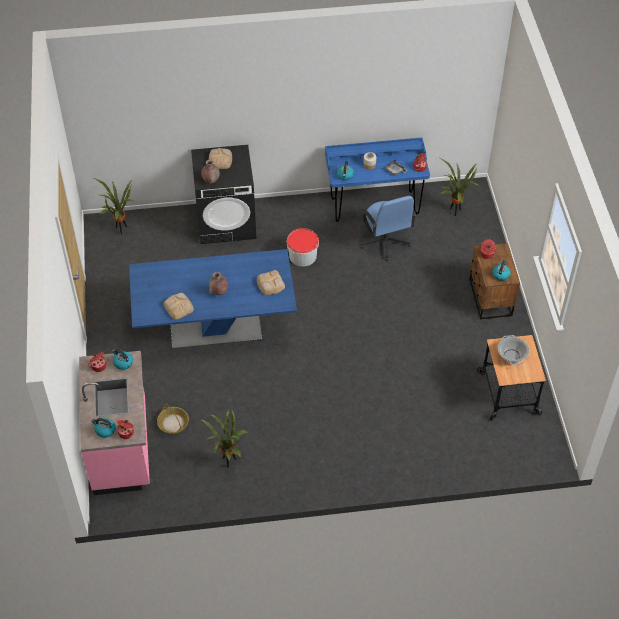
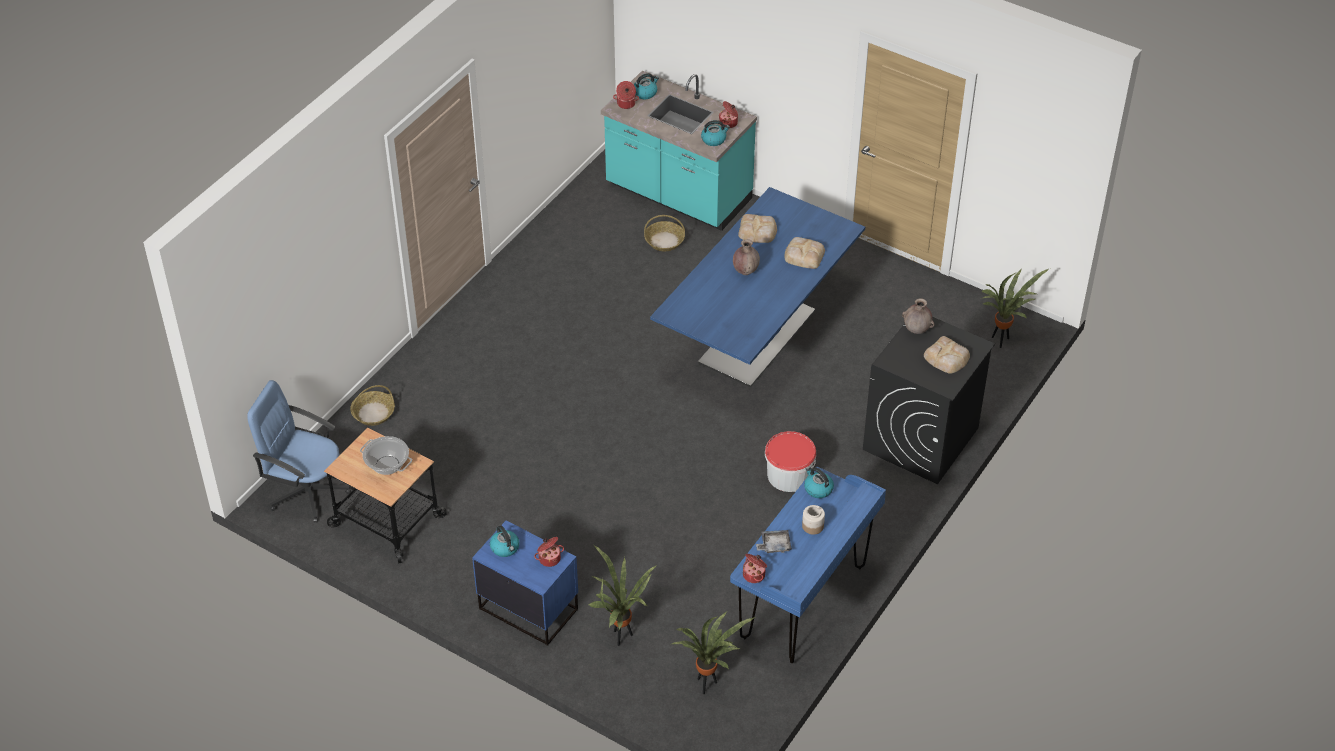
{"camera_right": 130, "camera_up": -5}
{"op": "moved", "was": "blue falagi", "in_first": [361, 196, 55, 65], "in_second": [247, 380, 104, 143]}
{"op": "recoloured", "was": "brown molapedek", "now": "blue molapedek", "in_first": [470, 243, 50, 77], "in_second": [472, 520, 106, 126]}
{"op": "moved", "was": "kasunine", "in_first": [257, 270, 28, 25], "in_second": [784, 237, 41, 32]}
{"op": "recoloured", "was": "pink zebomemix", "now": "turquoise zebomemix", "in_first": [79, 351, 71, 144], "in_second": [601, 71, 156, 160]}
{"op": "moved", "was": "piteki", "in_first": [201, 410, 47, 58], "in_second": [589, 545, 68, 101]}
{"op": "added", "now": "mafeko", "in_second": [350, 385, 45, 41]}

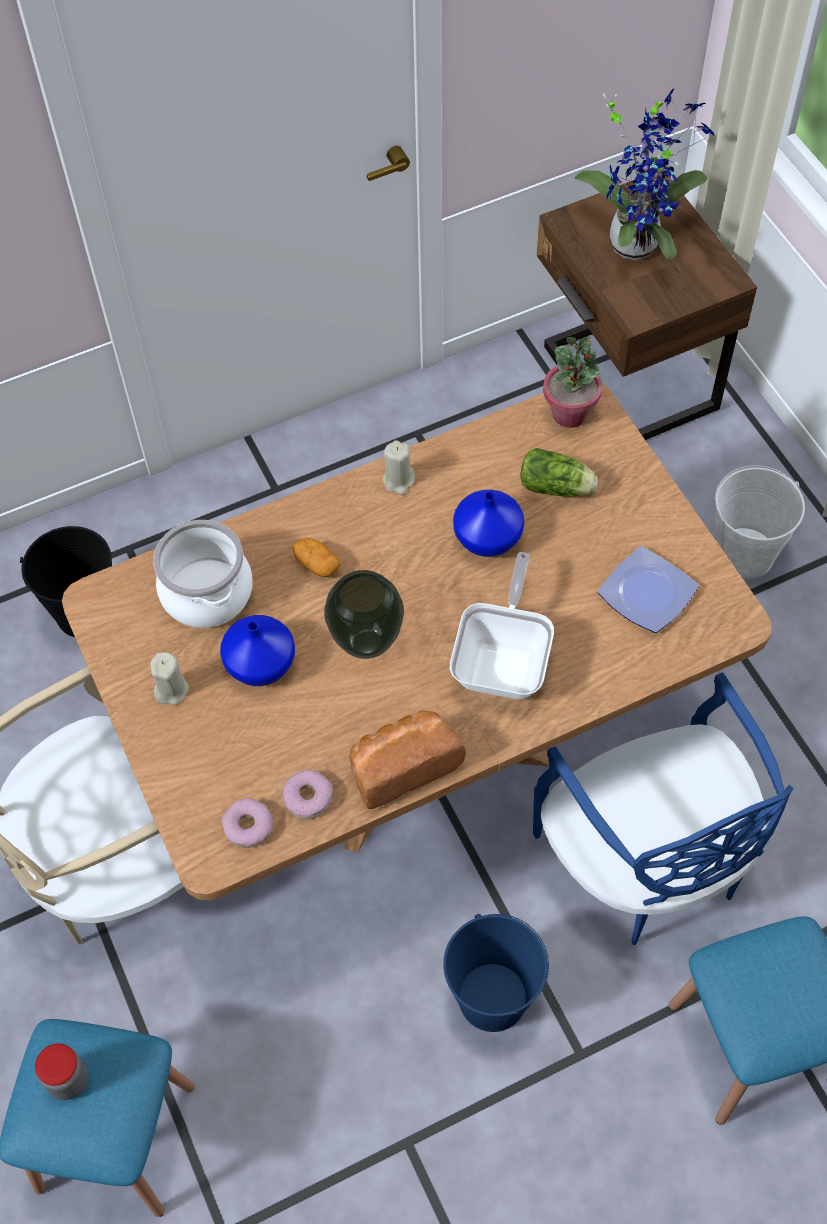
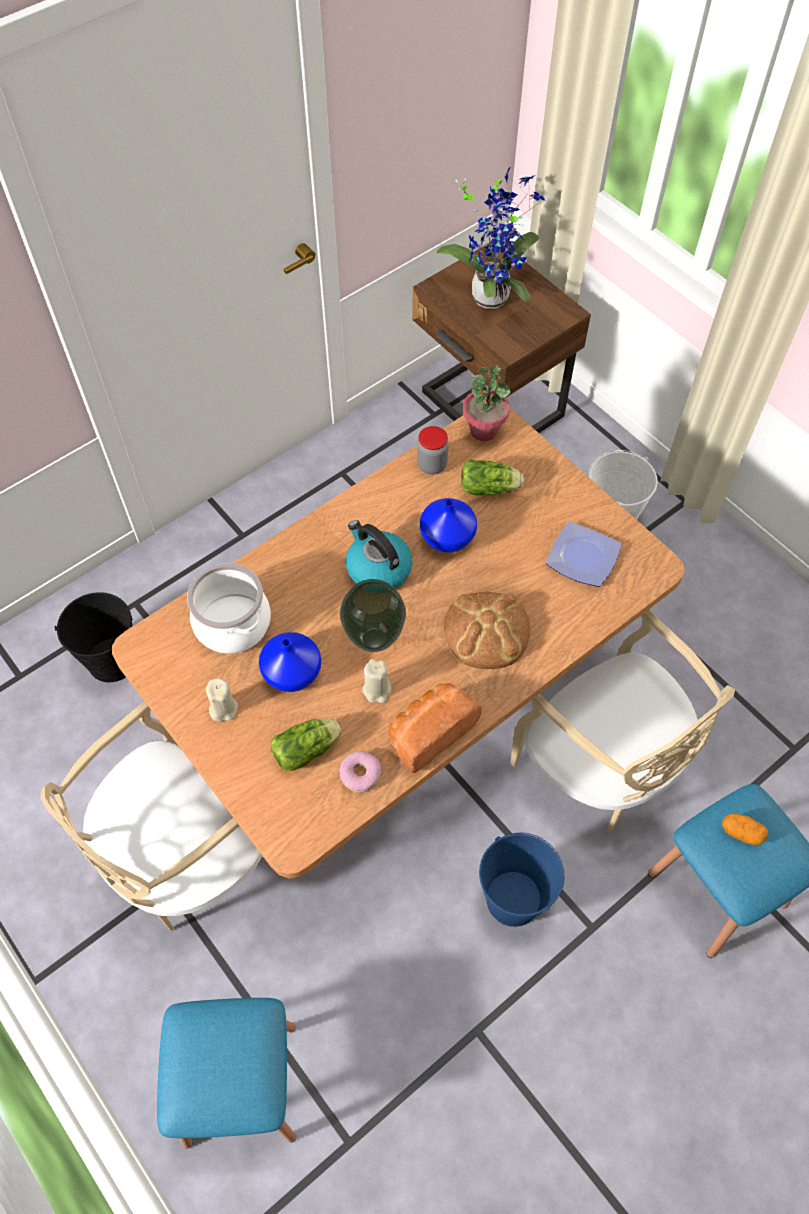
{"camera_right": -15, "camera_up": 0}
{"op": "moved", "was": "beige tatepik", "in_first": [382, 440, 33, 55], "in_second": [362, 659, 29, 44]}
{"op": "moved", "was": "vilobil", "in_first": [293, 538, 48, 39], "in_second": [722, 814, 46, 31]}
{"op": "replaced", "was": "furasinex", "now": "kasunine", "in_first": [450, 552, 104, 147], "in_second": [444, 592, 87, 77]}
{"op": "recoloured", "was": "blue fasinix", "now": "beige fasinix", "in_first": [533, 673, 261, 272], "in_second": [510, 610, 225, 223]}
{"op": "removed", "was": "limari", "in_first": [222, 798, 51, 50]}
{"op": "moved", "was": "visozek", "in_first": [35, 1043, 54, 57], "in_second": [417, 426, 32, 48]}
{"op": "added", "now": "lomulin", "in_second": [346, 520, 66, 68]}
{"op": "added", "now": "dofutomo", "in_second": [271, 718, 70, 53]}

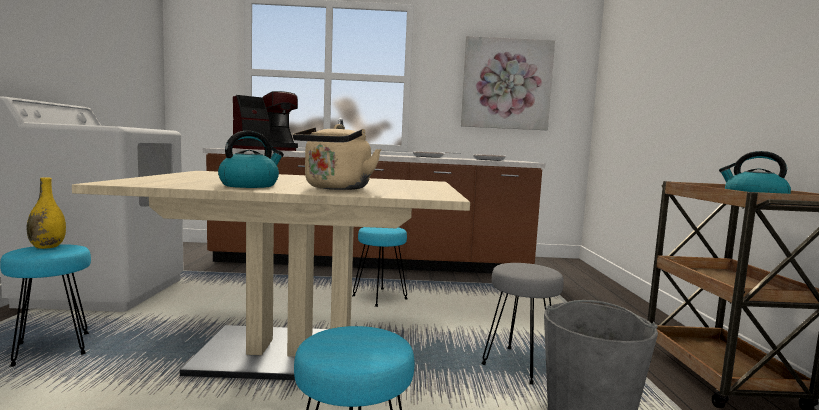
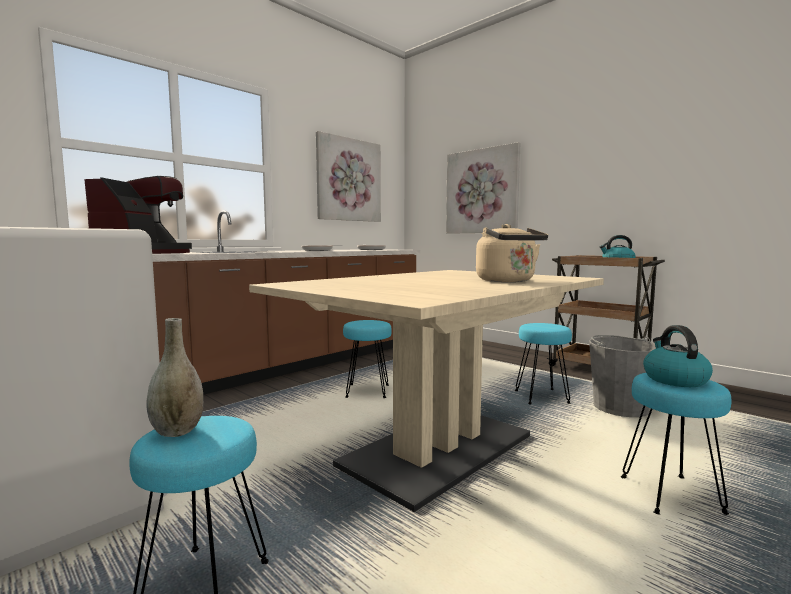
{"camera_right": -45, "camera_up": 0}
{"op": "moved", "was": "lomulin", "in_first": [218, 131, 66, 57], "in_second": [643, 325, 70, 62]}
{"op": "recoloured", "was": "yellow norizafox", "now": "grey norizafox", "in_first": [26, 177, 40, 72], "in_second": [146, 318, 57, 119]}
{"op": "recoloured", "was": "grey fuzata", "now": "turquoise fuzata", "in_first": [481, 263, 83, 122], "in_second": [515, 323, 57, 82]}
{"op": "added", "now": "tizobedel", "in_second": [446, 142, 74, 92]}

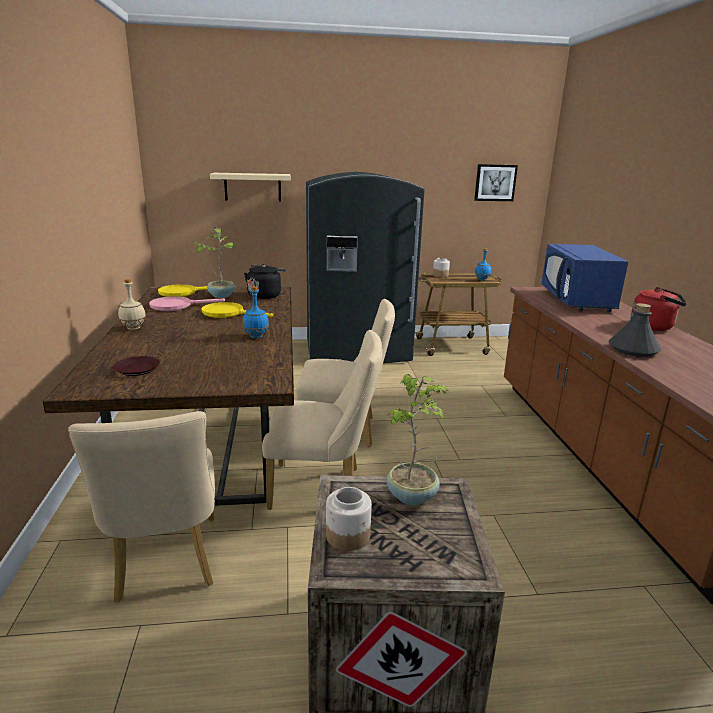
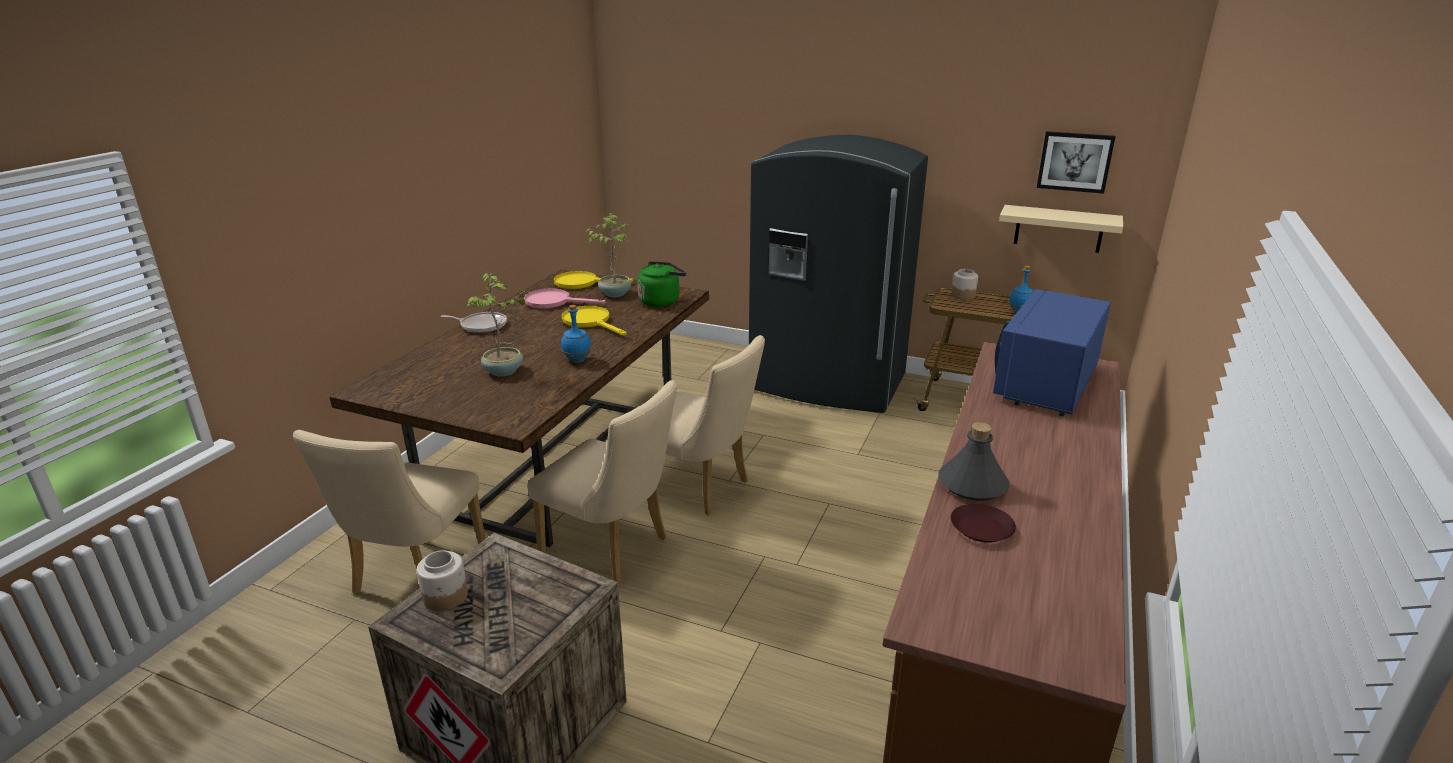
{"camera_right": 30, "camera_up": 5}
{"op": "moved", "was": "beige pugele", "in_first": [210, 173, 81, 28], "in_second": [999, 205, 124, 48]}
{"op": "recoloured", "was": "black lomulin", "now": "green lomulin", "in_first": [244, 264, 43, 35], "in_second": [638, 261, 49, 46]}
{"op": "replaced", "was": "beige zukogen", "now": "furasinex", "in_first": [118, 279, 28, 51], "in_second": [441, 312, 66, 21]}
{"op": "removed", "was": "red lomulin", "in_first": [630, 287, 57, 44]}
{"op": "moved", "was": "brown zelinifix", "in_first": [113, 356, 47, 20], "in_second": [950, 504, 66, 39]}
{"op": "moved", "was": "piteki", "in_first": [386, 374, 64, 131], "in_second": [467, 273, 63, 103]}

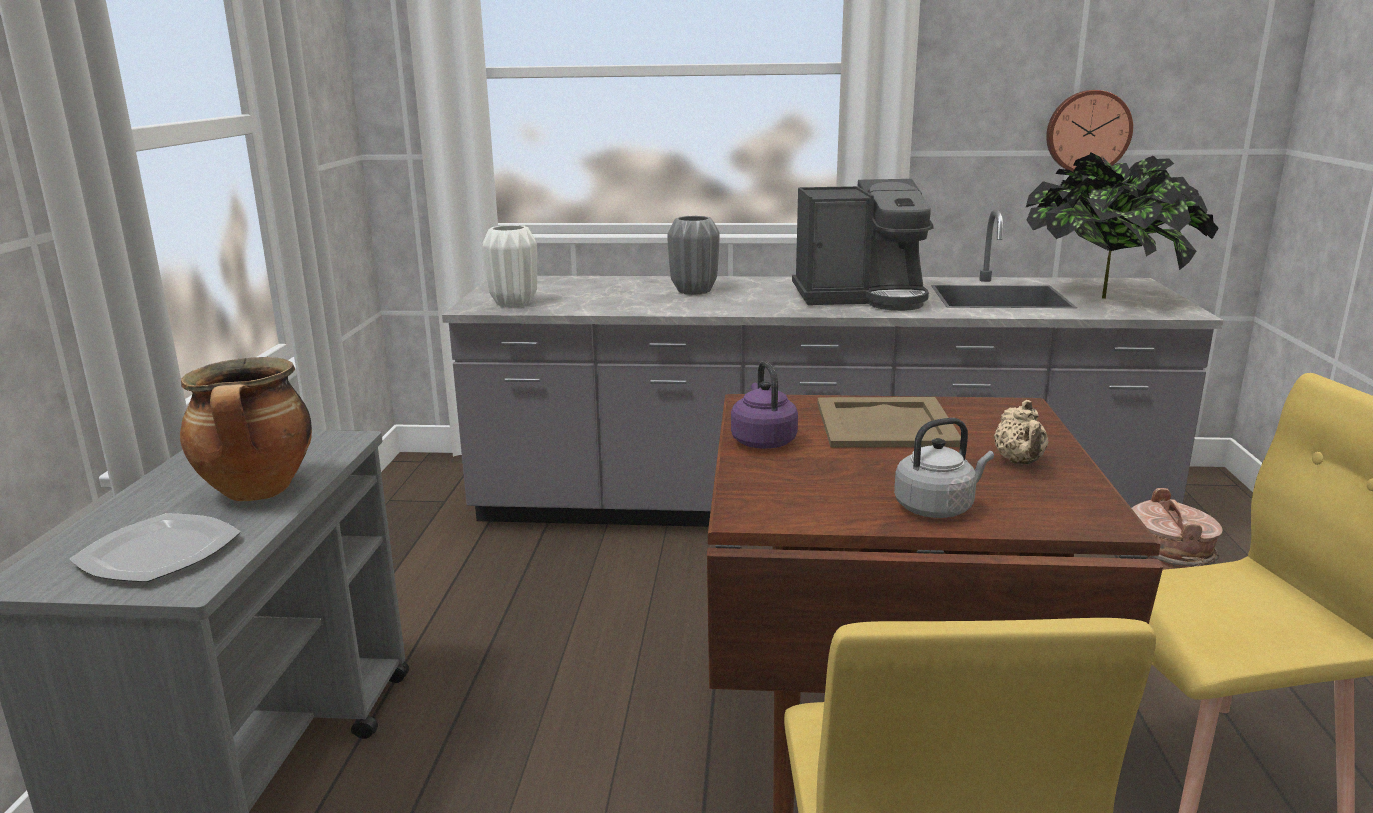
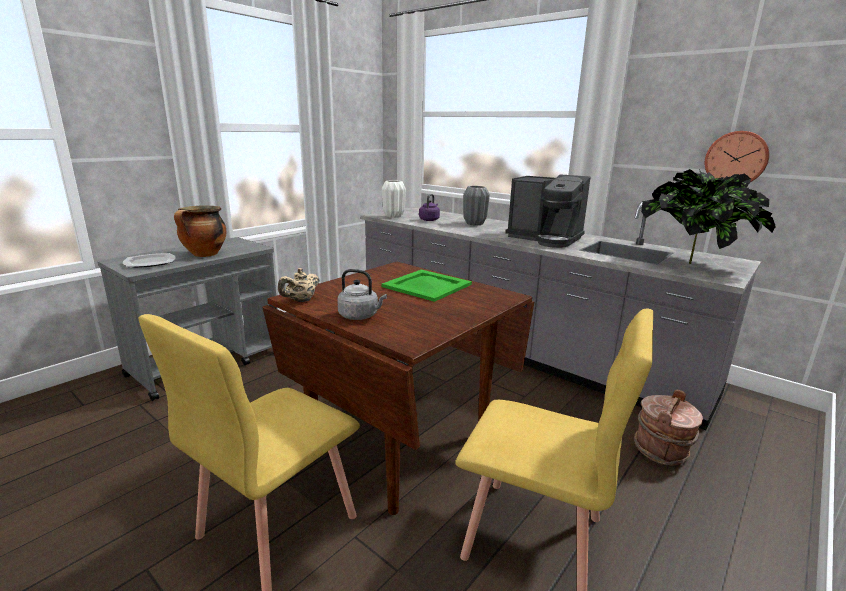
{"camera_right": 35, "camera_up": 0}
{"op": "moved", "was": "purple lomulin", "in_first": [731, 361, 67, 88], "in_second": [419, 194, 21, 27]}
{"op": "recoloured", "was": "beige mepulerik", "now": "green mepulerik", "in_first": [817, 397, 144, 50], "in_second": [382, 270, 90, 32]}
{"op": "moved", "was": "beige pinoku", "in_first": [994, 400, 54, 64], "in_second": [278, 268, 42, 34]}

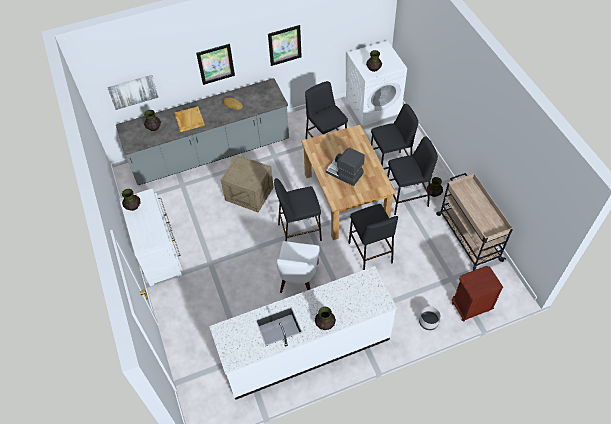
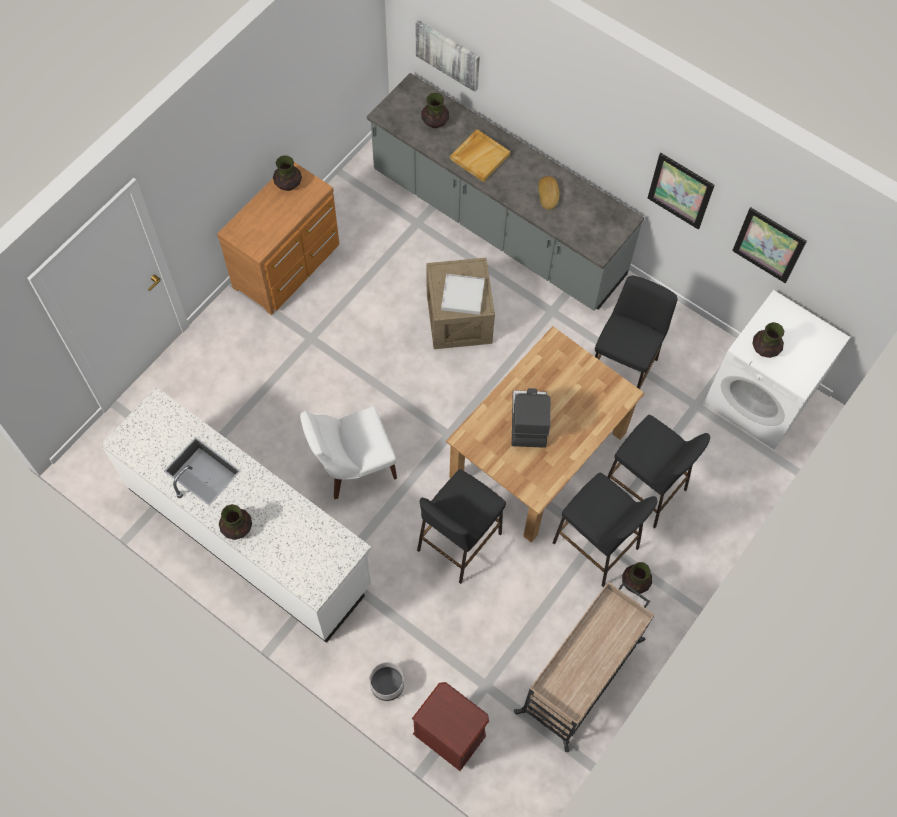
{"camera_right": 55, "camera_up": 10}
{"op": "moved", "was": "tizobedel", "in_first": [196, 44, 39, 41], "in_second": [732, 207, 75, 76]}
{"op": "removed", "was": "black fuzata", "in_first": [274, 178, 48, 63]}
{"op": "recoloured", "was": "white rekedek", "now": "brown rekedek", "in_first": [119, 188, 64, 98], "in_second": [217, 162, 122, 153]}
{"op": "added", "now": "white mepulerik", "in_second": [441, 274, 44, 41]}

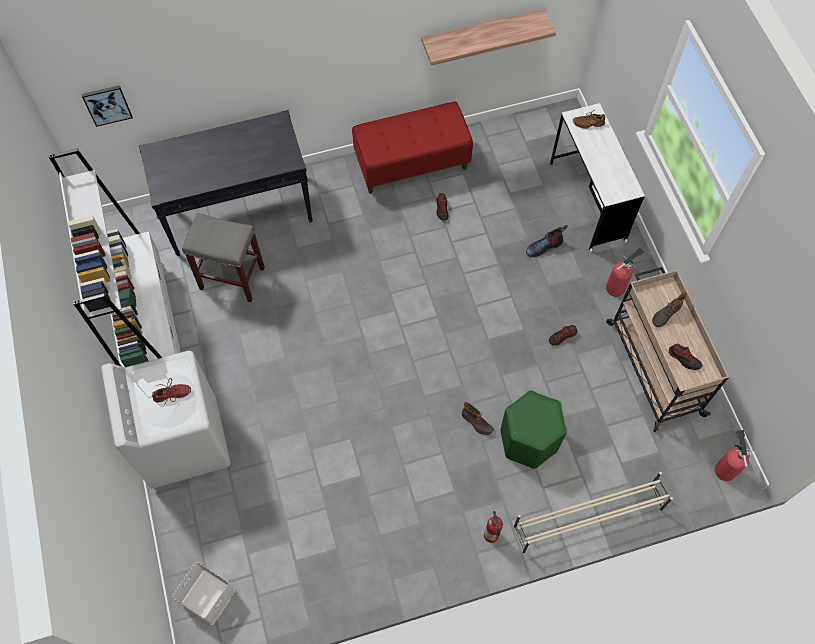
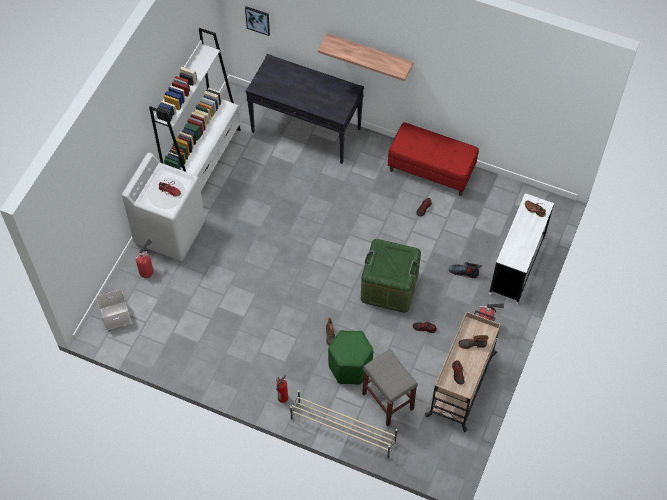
{"camera_right": 40, "camera_up": -5}
{"op": "moved", "was": "pugele", "in_first": [421, 9, 135, 57], "in_second": [318, 33, 96, 48]}
{"op": "moved", "was": "grey fuzata", "in_first": [182, 213, 83, 89], "in_second": [362, 349, 56, 78]}
{"op": "moved", "was": "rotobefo", "in_first": [715, 430, 39, 51], "in_second": [135, 239, 19, 39]}
{"op": "added", "now": "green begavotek", "in_second": [361, 239, 60, 74]}

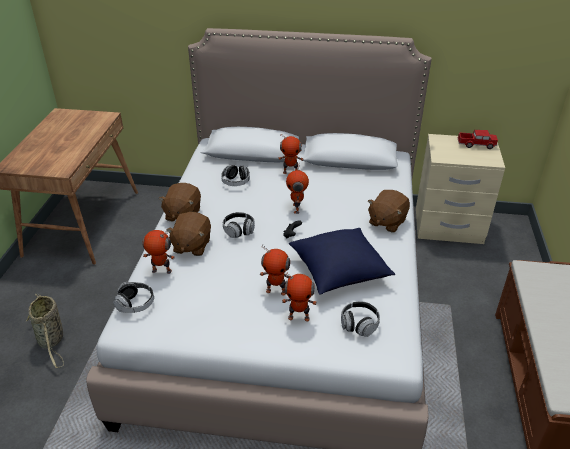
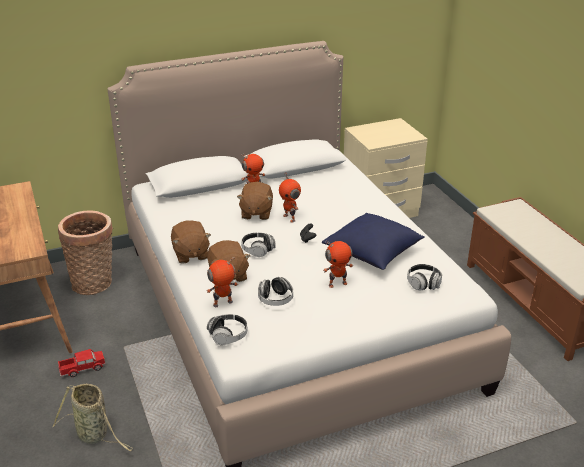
{"camera_right": -30, "camera_up": -5}
{"op": "moved", "was": "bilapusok", "in_first": [458, 130, 40, 19], "in_second": [58, 349, 48, 28]}
{"op": "moved", "was": "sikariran", "in_first": [221, 165, 29, 21], "in_second": [258, 277, 35, 29]}
{"op": "moved", "was": "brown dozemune", "in_first": [368, 190, 42, 42], "in_second": [237, 182, 36, 38]}
{"op": "removed", "was": "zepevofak", "in_first": [282, 271, 35, 50]}
{"op": "added", "now": "mafeko", "in_second": [58, 211, 55, 84]}

